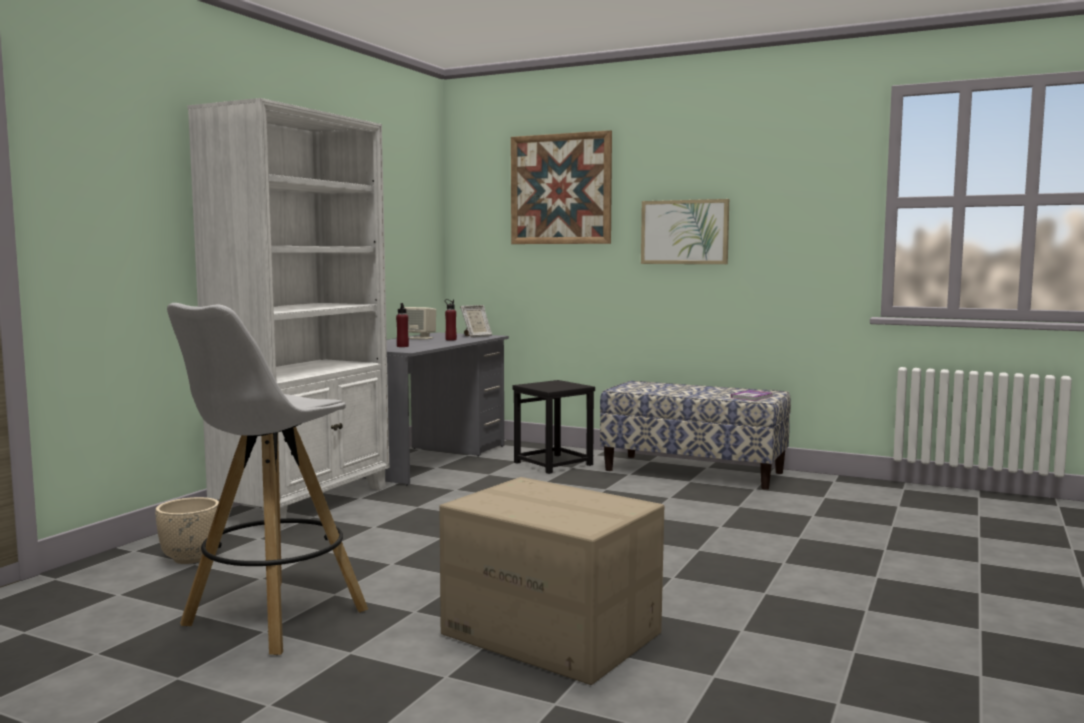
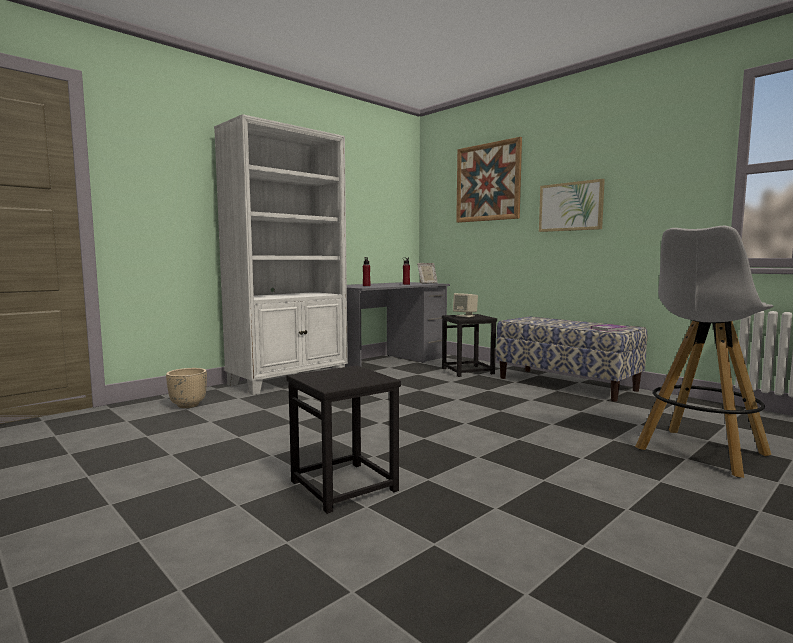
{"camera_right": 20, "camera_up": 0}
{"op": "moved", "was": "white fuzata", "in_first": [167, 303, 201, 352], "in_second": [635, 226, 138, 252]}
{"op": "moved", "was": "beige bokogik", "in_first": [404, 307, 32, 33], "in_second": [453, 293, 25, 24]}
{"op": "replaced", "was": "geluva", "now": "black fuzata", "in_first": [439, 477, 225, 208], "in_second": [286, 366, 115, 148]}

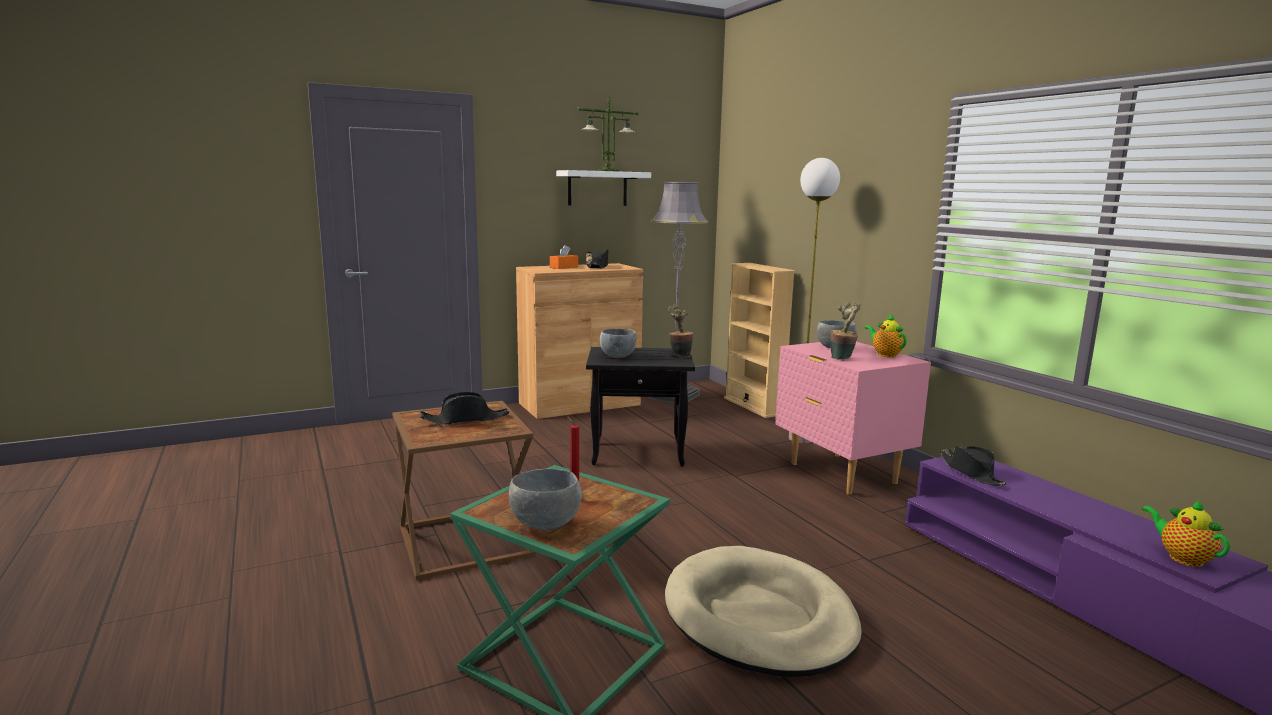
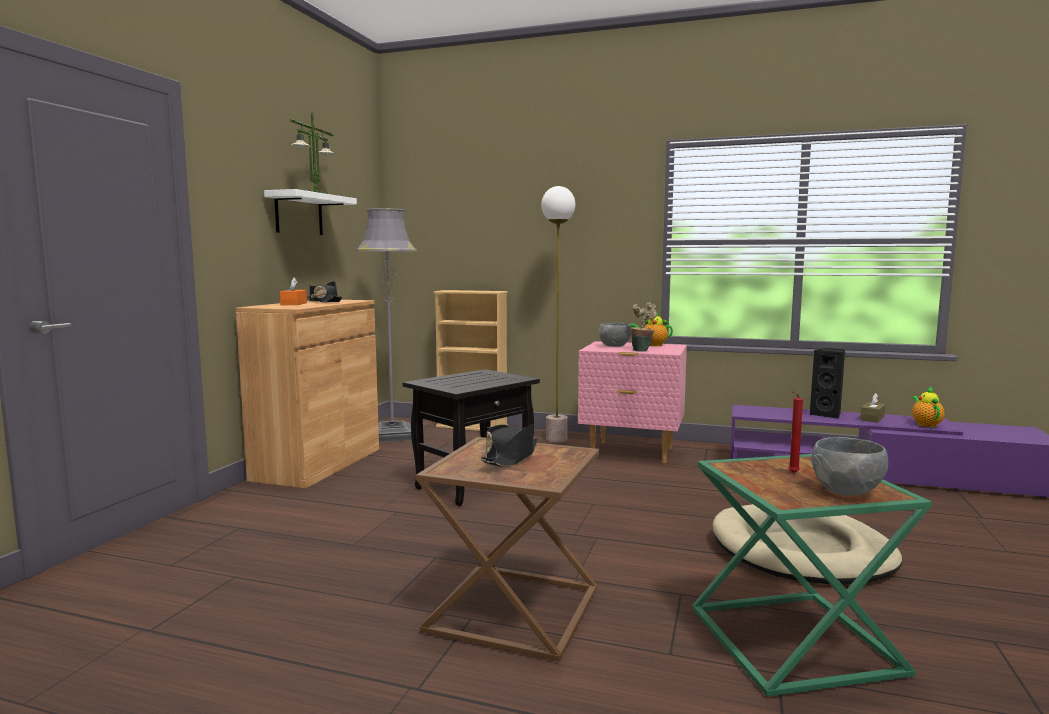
{"camera_right": -45, "camera_up": -5}
{"op": "removed", "was": "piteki", "in_first": [668, 304, 25, 53]}
{"op": "removed", "was": "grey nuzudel", "in_first": [600, 328, 37, 30]}
{"op": "removed", "was": "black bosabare", "in_first": [940, 446, 67, 40]}
{"op": "turned", "was": "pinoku", "in_first": [1142, 499, 88, 68], "in_second": [912, 386, 33, 42], "clockwise": 75}
{"op": "added", "now": "black bokogik", "in_second": [810, 348, 35, 71]}
{"op": "added", "now": "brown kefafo", "in_second": [860, 393, 25, 30]}

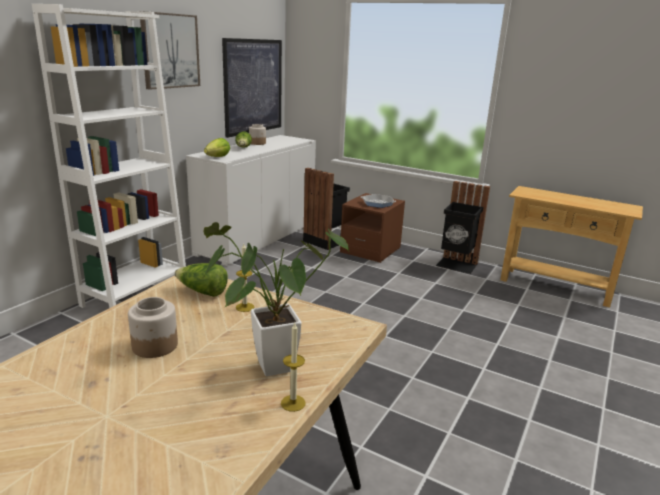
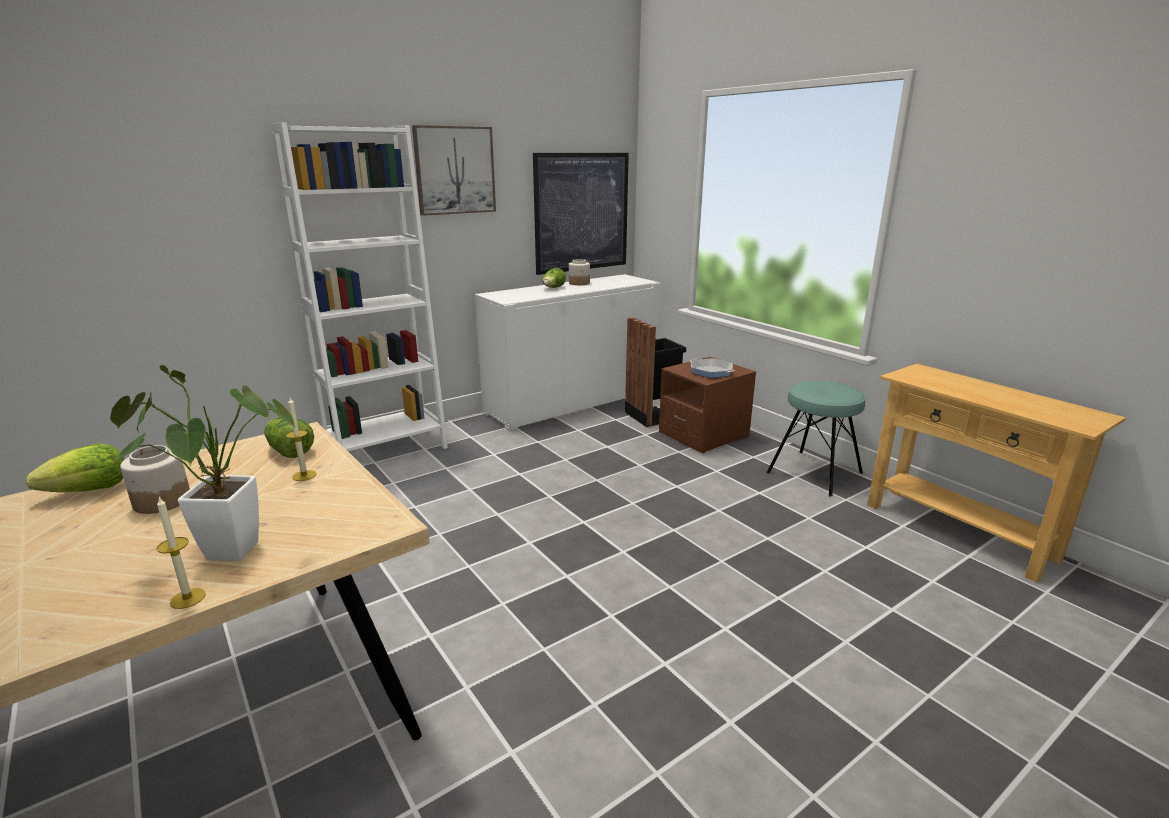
{"camera_right": 25, "camera_up": 0}
{"op": "moved", "was": "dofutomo", "in_first": [204, 138, 26, 19], "in_second": [26, 443, 98, 49]}
{"op": "replaced", "was": "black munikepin", "now": "turquoise fuzata", "in_first": [436, 181, 54, 93], "in_second": [767, 381, 99, 116]}

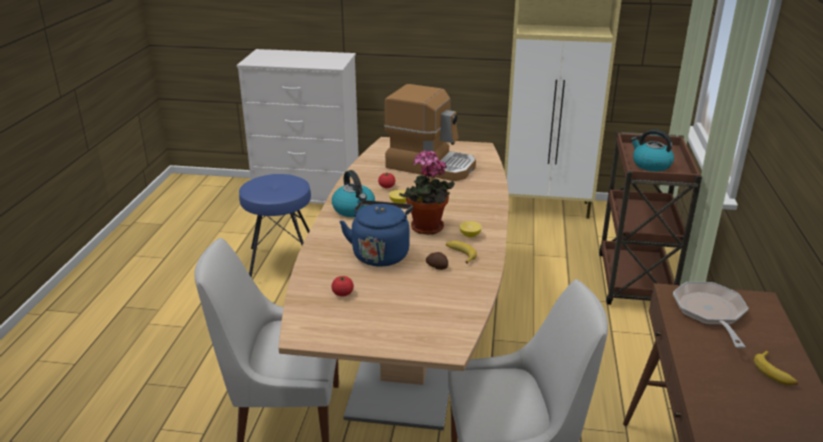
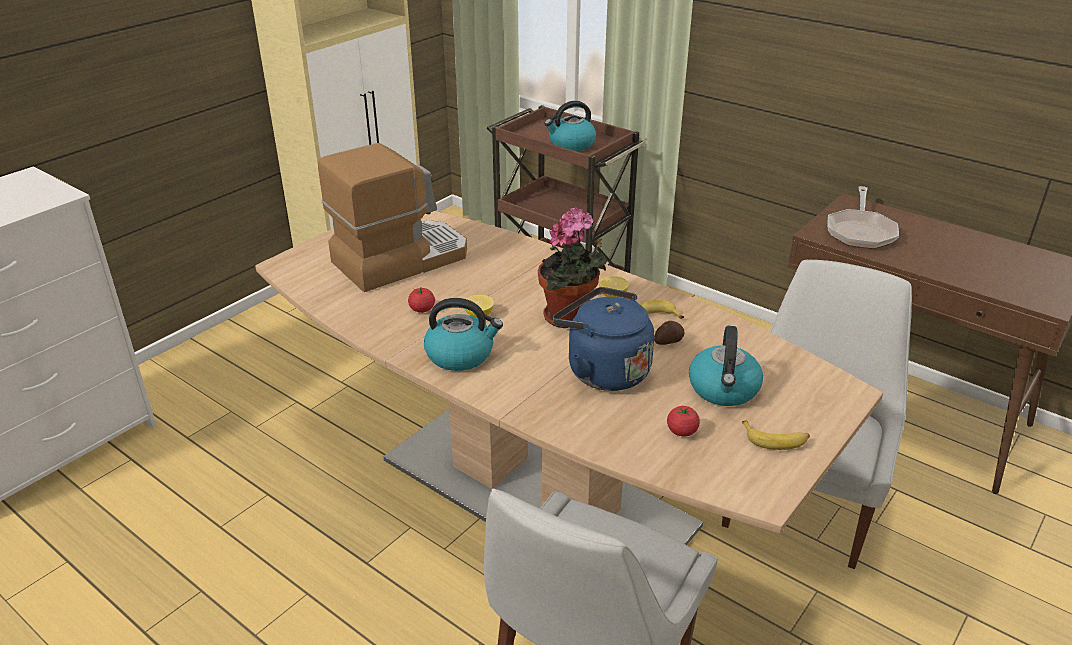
{"camera_right": -60, "camera_up": 5}
{"op": "removed", "was": "blue fuzata", "in_first": [239, 174, 72, 104]}
{"op": "turned", "was": "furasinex", "in_first": [673, 282, 76, 66], "in_second": [828, 186, 71, 63], "clockwise": -105}
{"op": "moved", "was": "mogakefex", "in_first": [754, 350, 44, 35], "in_second": [742, 421, 68, 29]}
{"op": "added", "now": "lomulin", "in_second": [689, 326, 74, 80]}

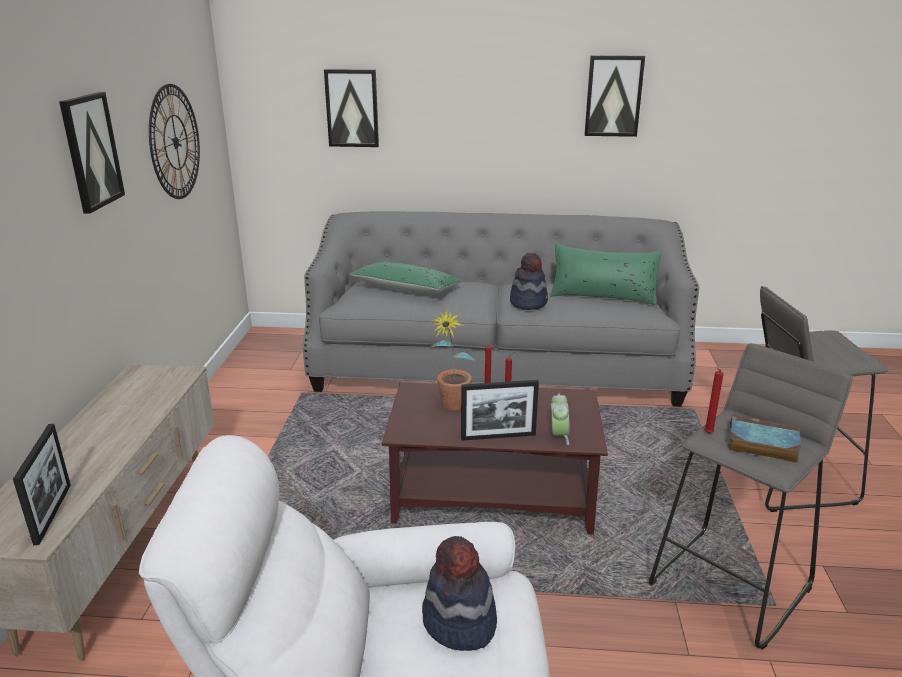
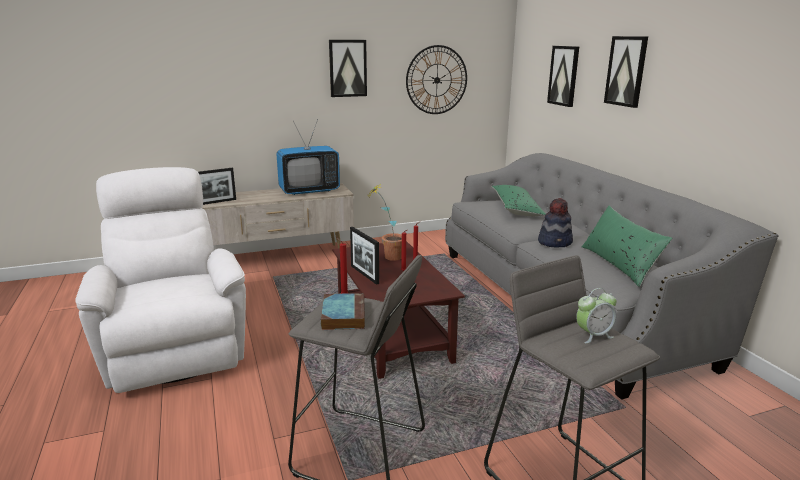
{"camera_right": 65, "camera_up": -5}
{"op": "moved", "was": "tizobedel", "in_first": [584, 55, 61, 82], "in_second": [604, 36, 44, 72]}
{"op": "moved", "was": "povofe", "in_first": [551, 393, 19, 52], "in_second": [576, 288, 41, 56]}
{"op": "removed", "was": "bosabare", "in_first": [422, 536, 75, 115]}
{"op": "added", "now": "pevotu", "in_second": [276, 119, 64, 76]}

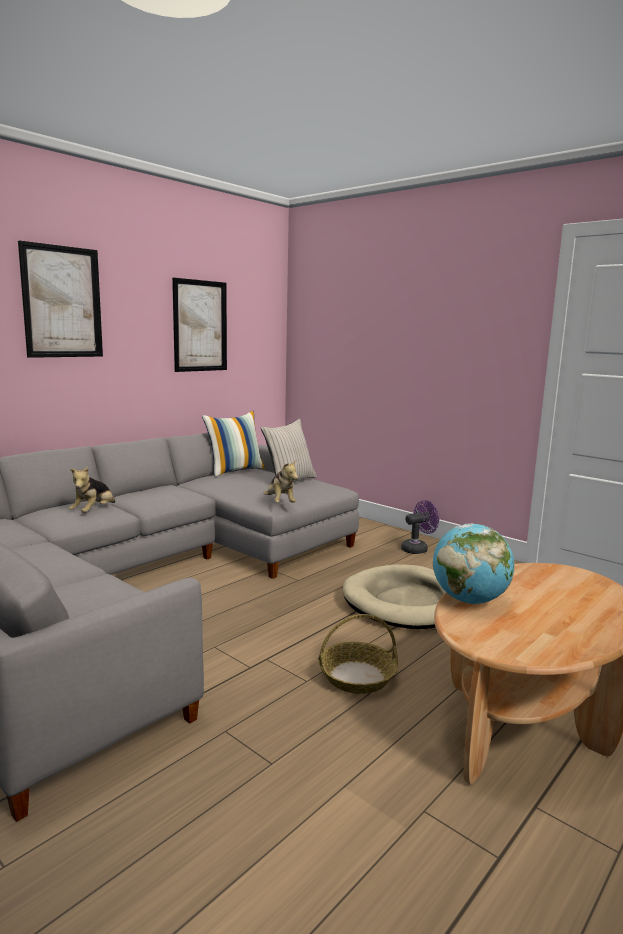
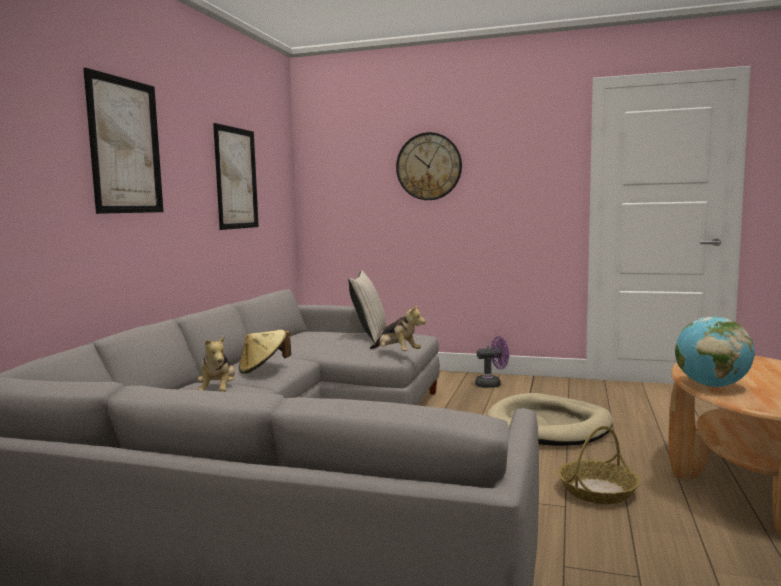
{"camera_right": -25, "camera_up": -5}
{"op": "removed", "was": "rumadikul", "in_first": [202, 411, 63, 66]}
{"op": "turned", "was": "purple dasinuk", "in_first": [401, 500, 38, 54], "in_second": [475, 336, 34, 52], "clockwise": 45}
{"op": "added", "now": "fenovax", "in_second": [396, 132, 66, 68]}
{"op": "added", "now": "beige bosabare", "in_second": [238, 330, 53, 44]}

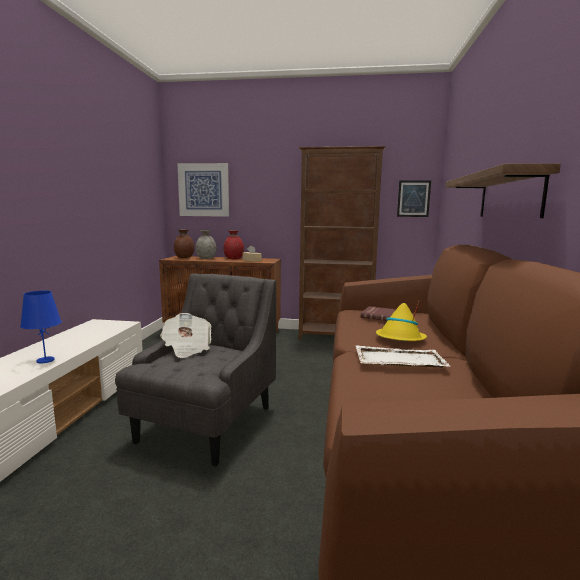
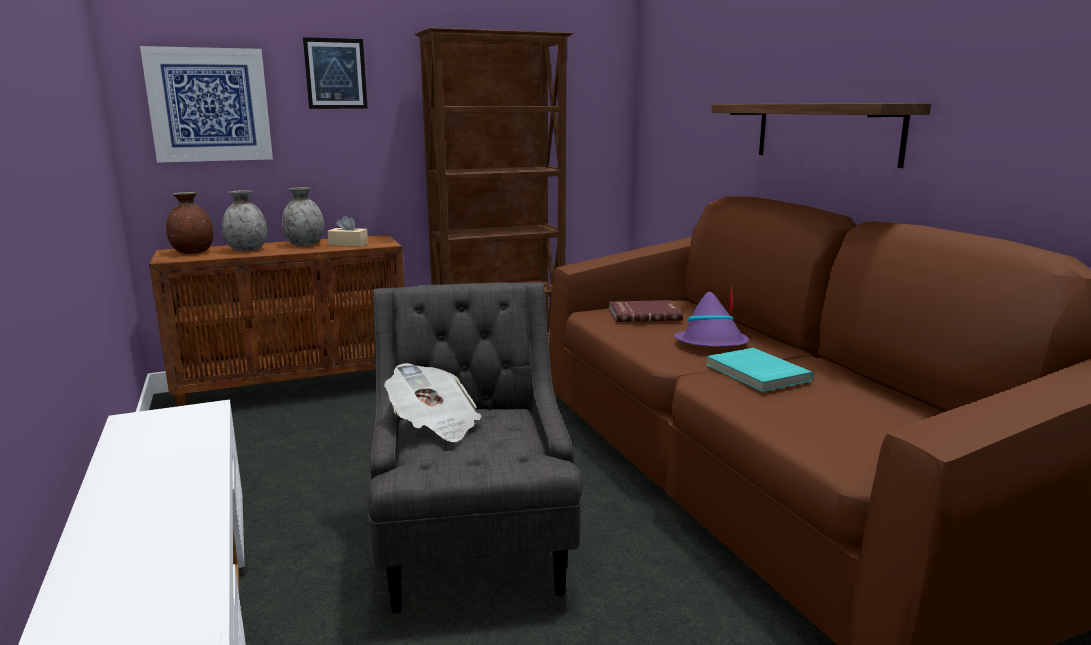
{"camera_right": -30, "camera_up": 5}
{"op": "moved", "was": "tizobedel", "in_first": [397, 180, 34, 37], "in_second": [303, 37, 65, 72]}
{"op": "recoloured", "was": "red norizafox", "now": "grey norizafox", "in_first": [223, 230, 21, 29], "in_second": [282, 187, 42, 59]}
{"op": "removed", "was": "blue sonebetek", "in_first": [20, 291, 42, 72]}
{"op": "recoloured", "was": "yellow bosabare", "now": "purple bosabare", "in_first": [376, 302, 51, 39], "in_second": [674, 286, 75, 61]}
{"op": "replaced", "was": "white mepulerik", "now": "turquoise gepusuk", "in_first": [356, 345, 94, 23], "in_second": [707, 348, 106, 44]}

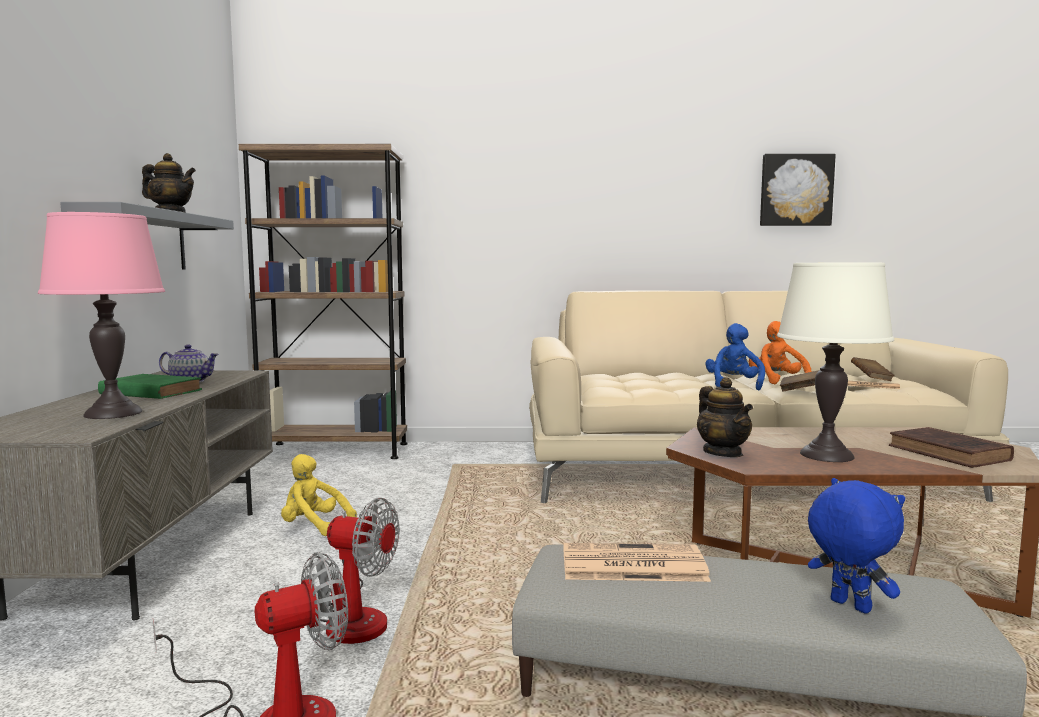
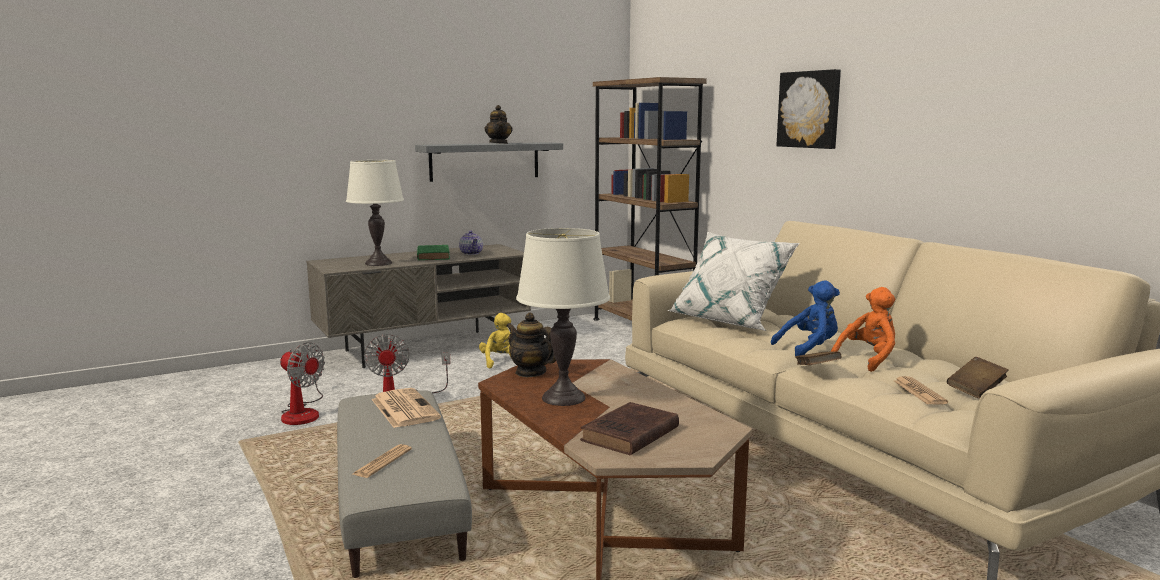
{"camera_right": 60, "camera_up": 5}
{"op": "moved", "was": "tizobedel", "in_first": [760, 154, 76, 72], "in_second": [777, 69, 64, 80]}
{"op": "recoloured", "was": "pink sonebetek", "now": "white sonebetek", "in_first": [38, 212, 127, 207], "in_second": [346, 160, 58, 106]}
{"op": "turned", "was": "pinoku", "in_first": [697, 377, 56, 80], "in_second": [506, 313, 50, 64], "clockwise": 90}
{"op": "replaced", "was": "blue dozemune", "now": "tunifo", "in_first": [808, 478, 97, 136], "in_second": [351, 444, 61, 34]}
{"op": "added", "now": "white rumadikul", "in_second": [668, 232, 132, 99]}

